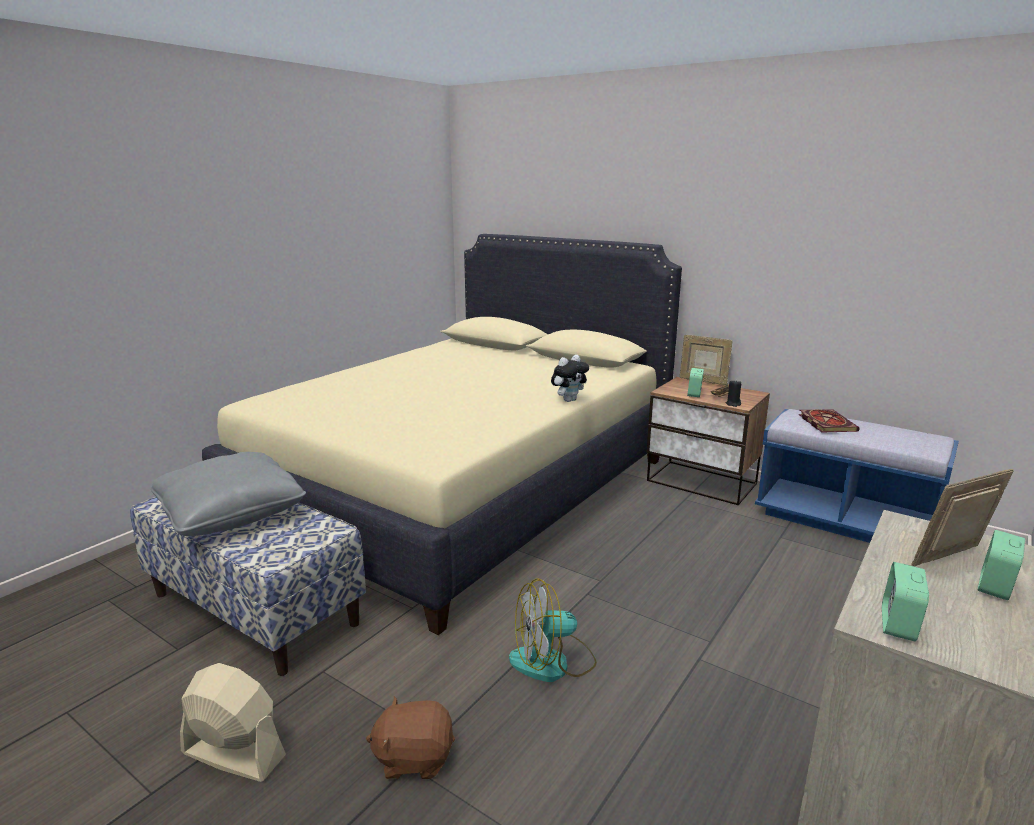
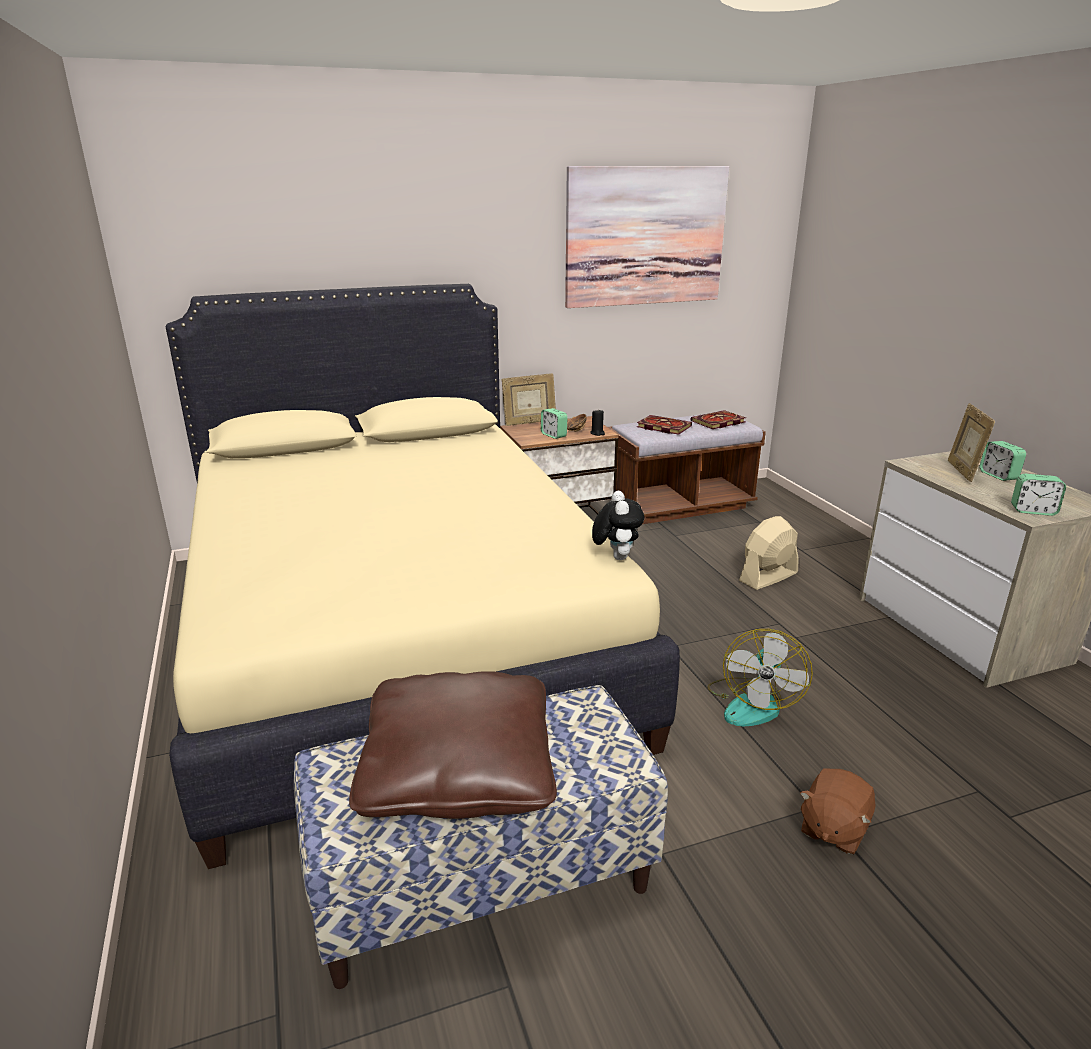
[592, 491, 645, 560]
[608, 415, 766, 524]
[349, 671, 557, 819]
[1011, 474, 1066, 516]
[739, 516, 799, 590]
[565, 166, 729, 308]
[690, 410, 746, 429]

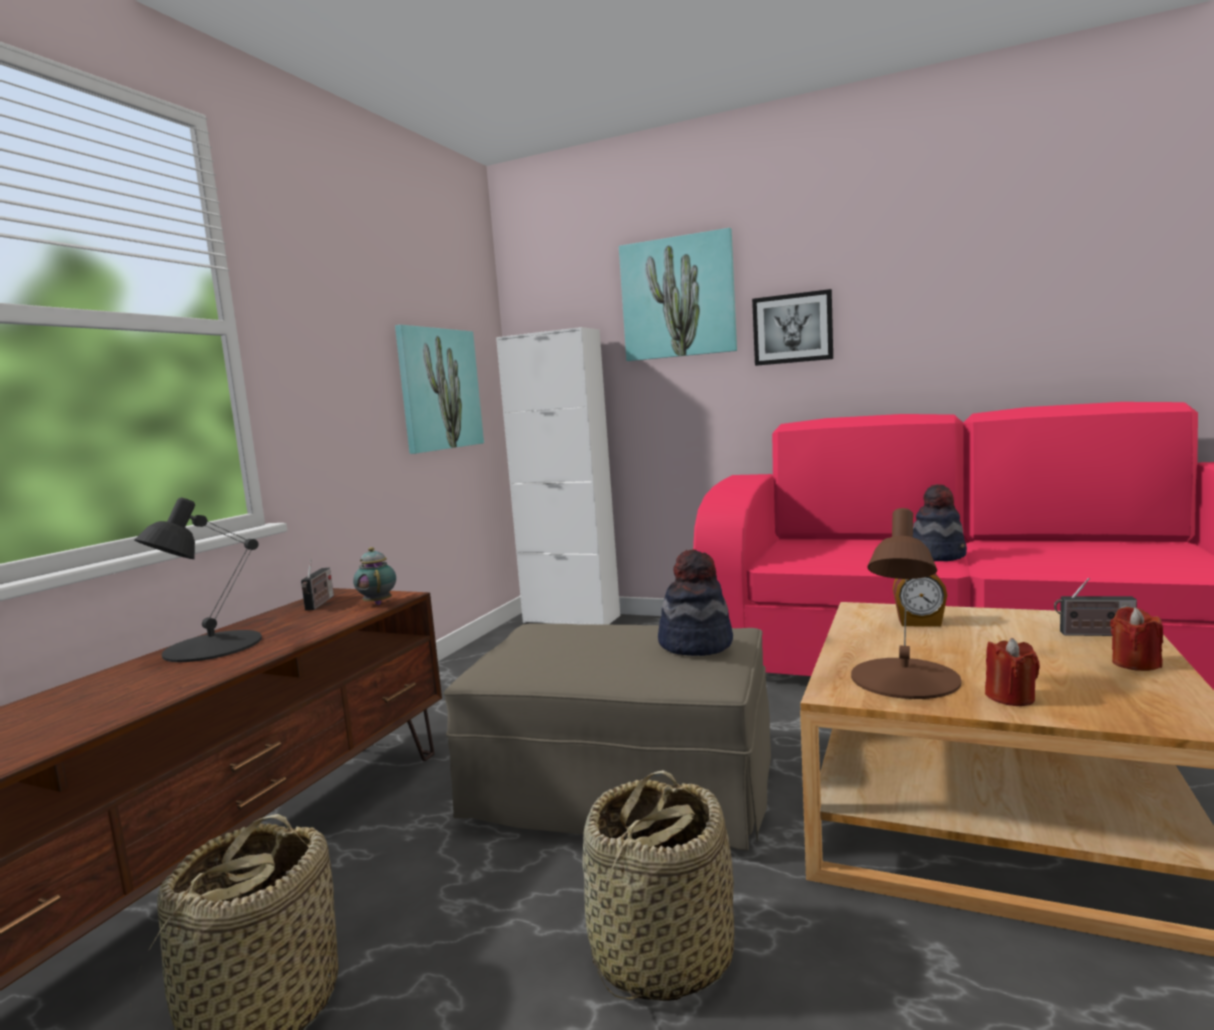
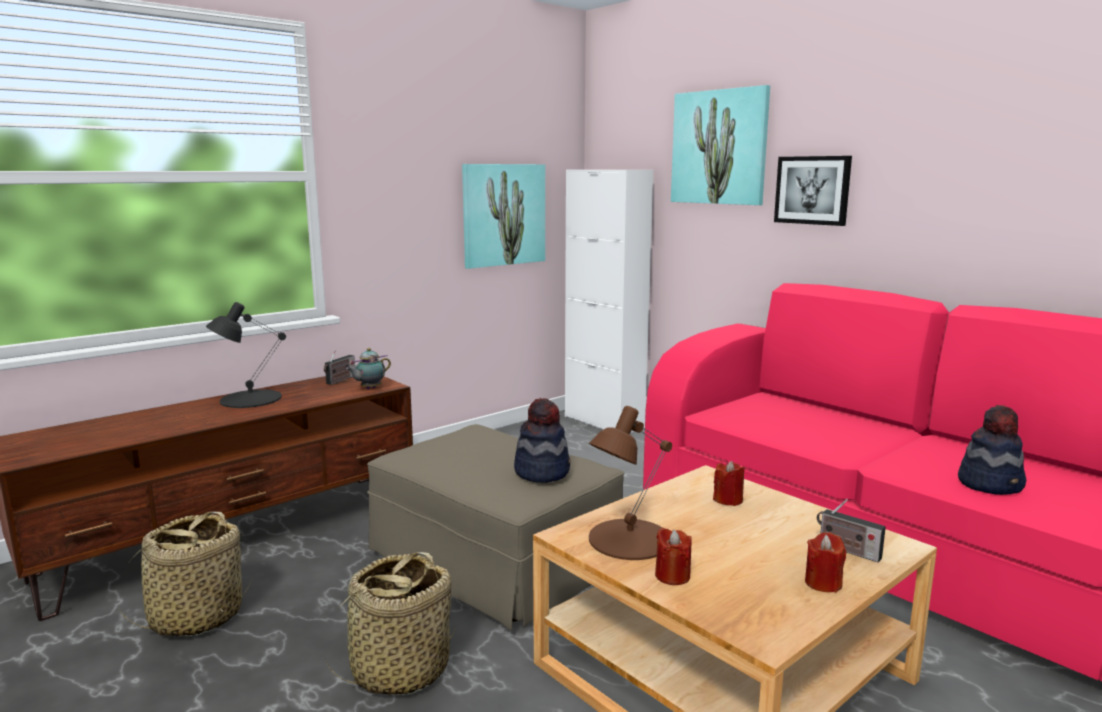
[958, 405, 1026, 495]
[346, 348, 391, 389]
[713, 461, 745, 506]

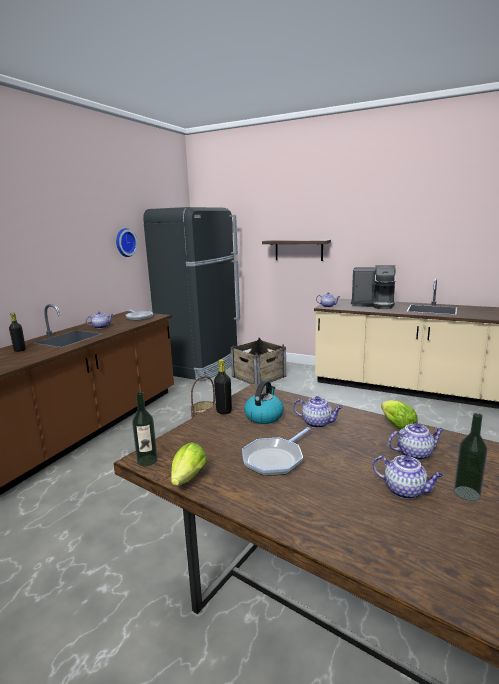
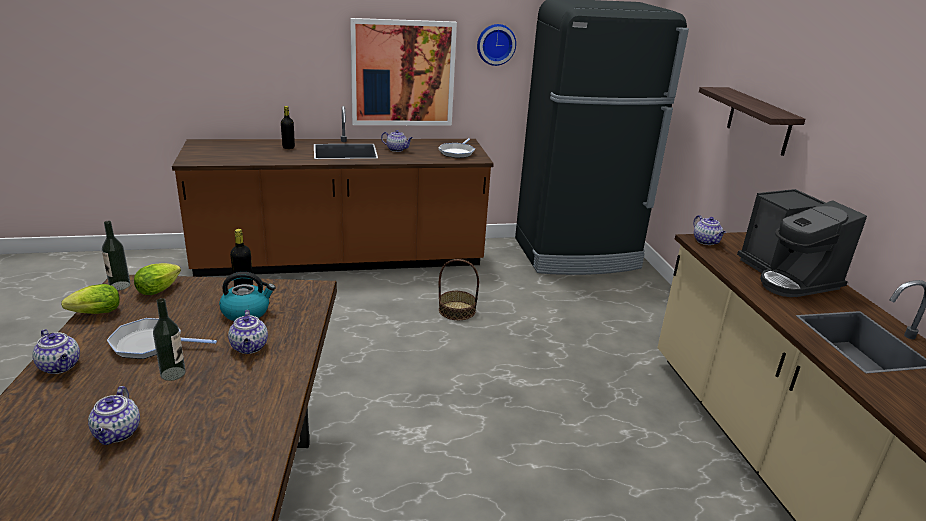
[231, 338, 286, 385] (first image)
[134, 263, 181, 295]
[153, 298, 186, 381]
[32, 329, 80, 374]
[350, 18, 457, 125]

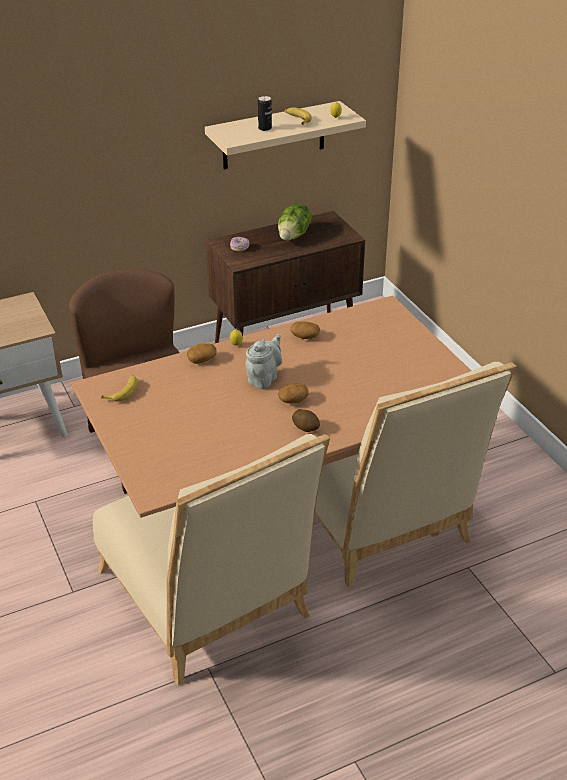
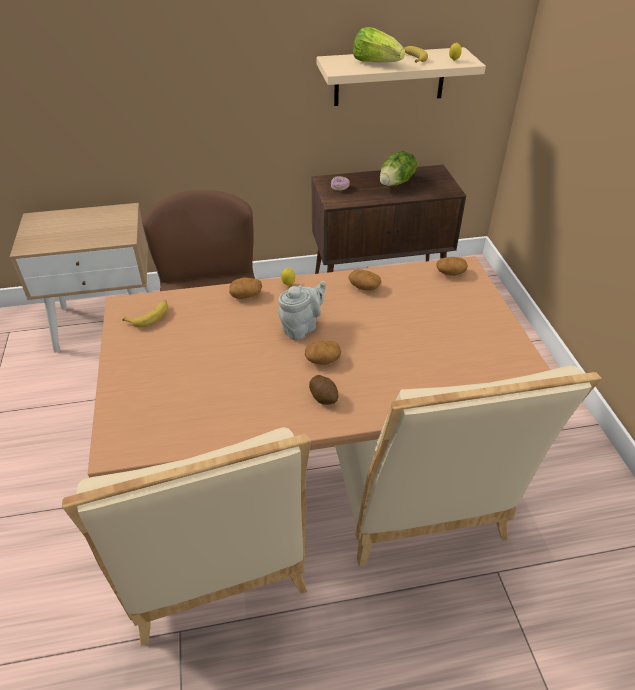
[353, 27, 405, 62]
[436, 257, 468, 276]

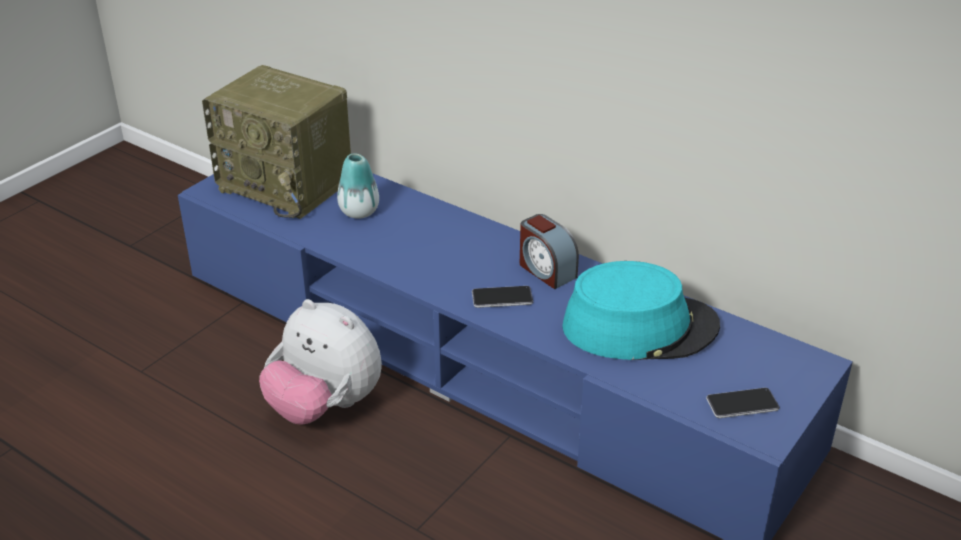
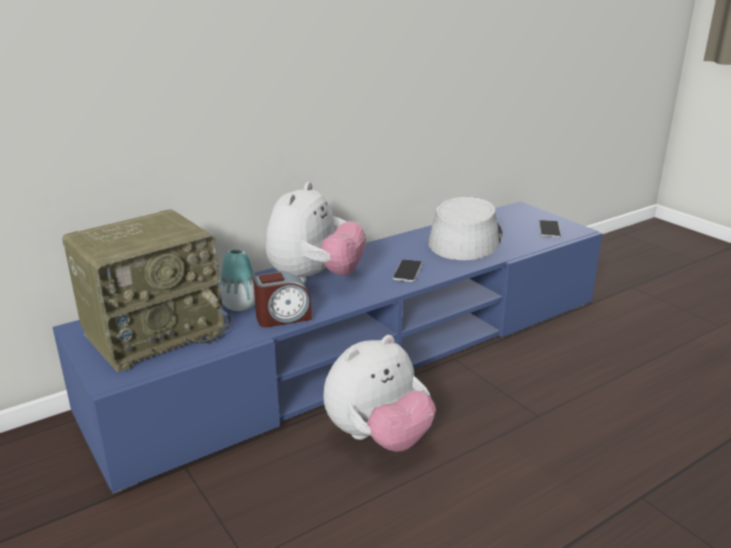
[253, 271, 312, 327]
[428, 197, 502, 260]
[266, 182, 366, 283]

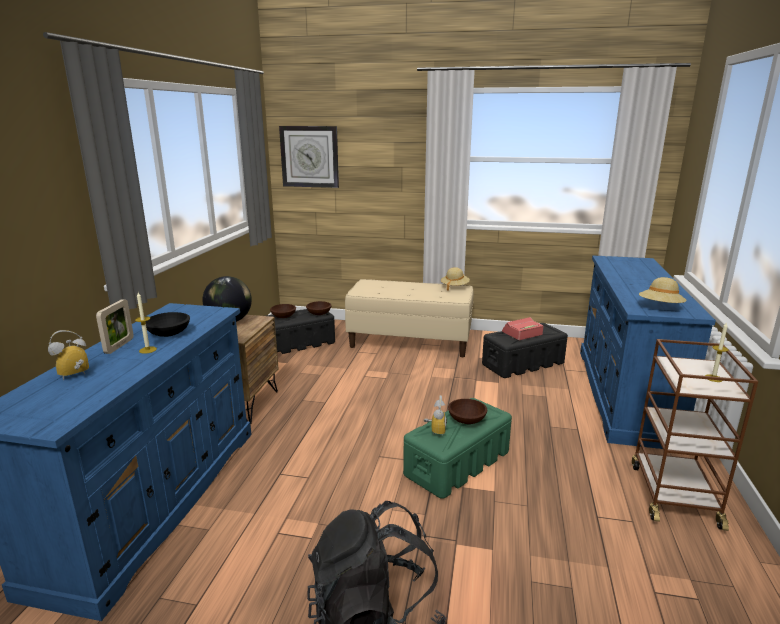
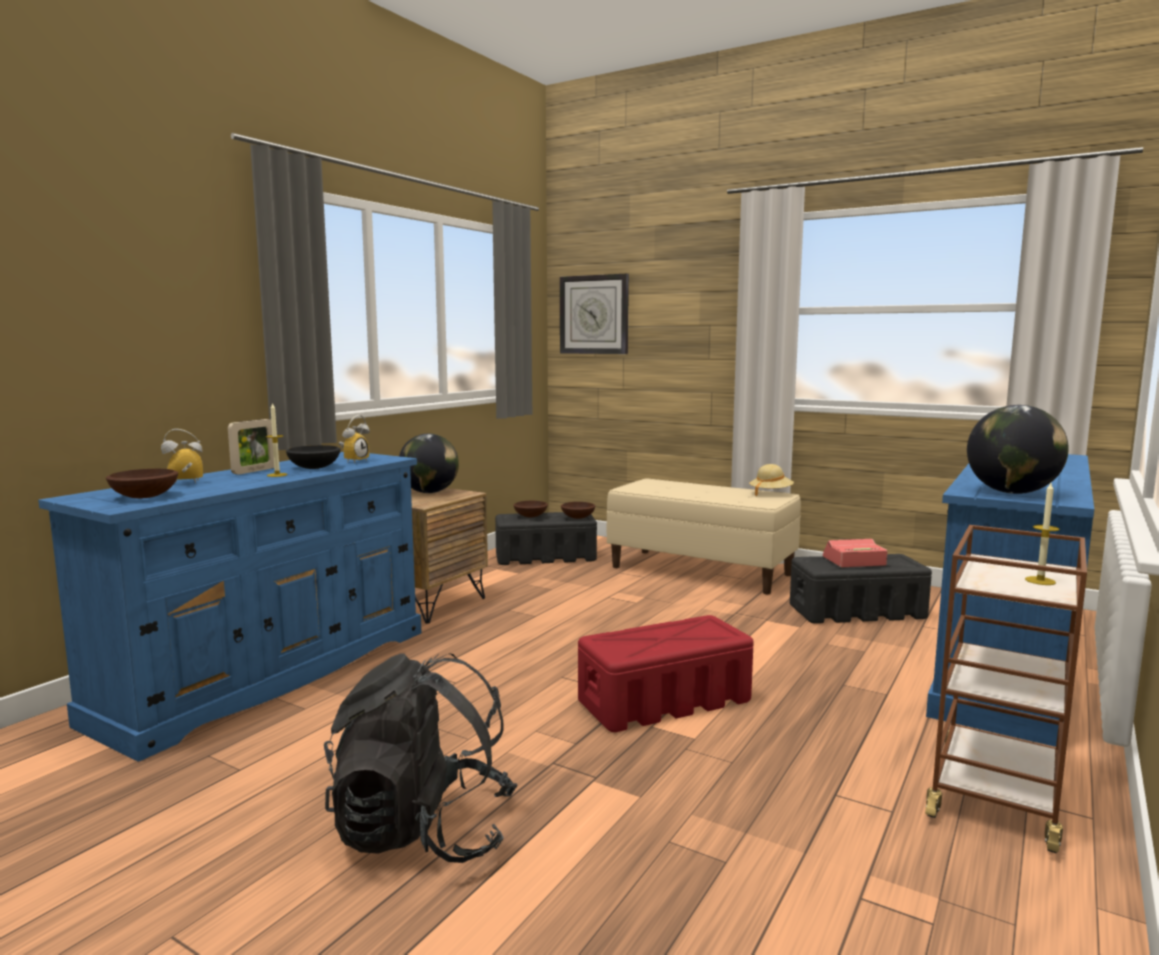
[967, 405, 1069, 494]
[338, 415, 370, 463]
[578, 615, 754, 732]
[106, 469, 178, 499]

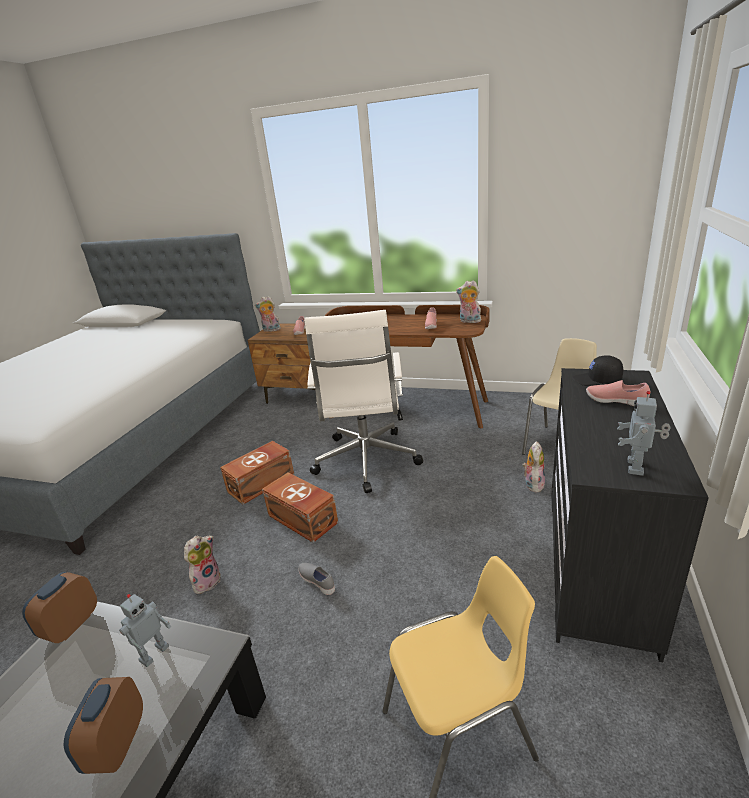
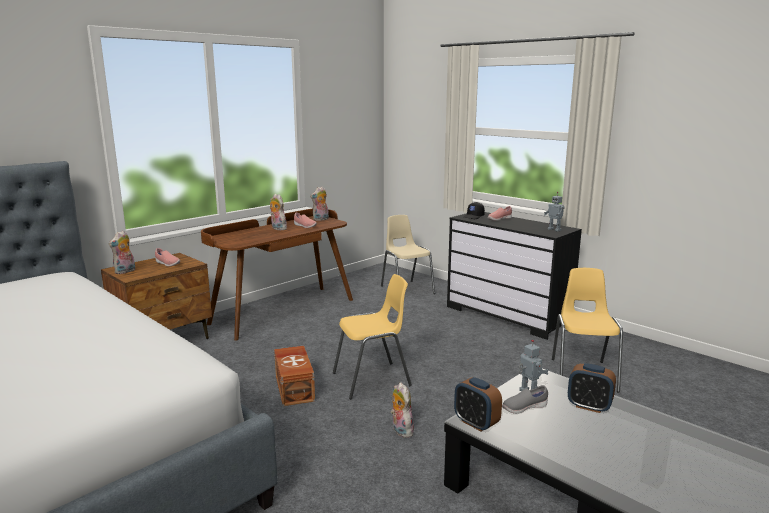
[304, 310, 423, 493] (first image)
[270, 194, 287, 230]
[333, 274, 412, 399]
[502, 385, 548, 414]

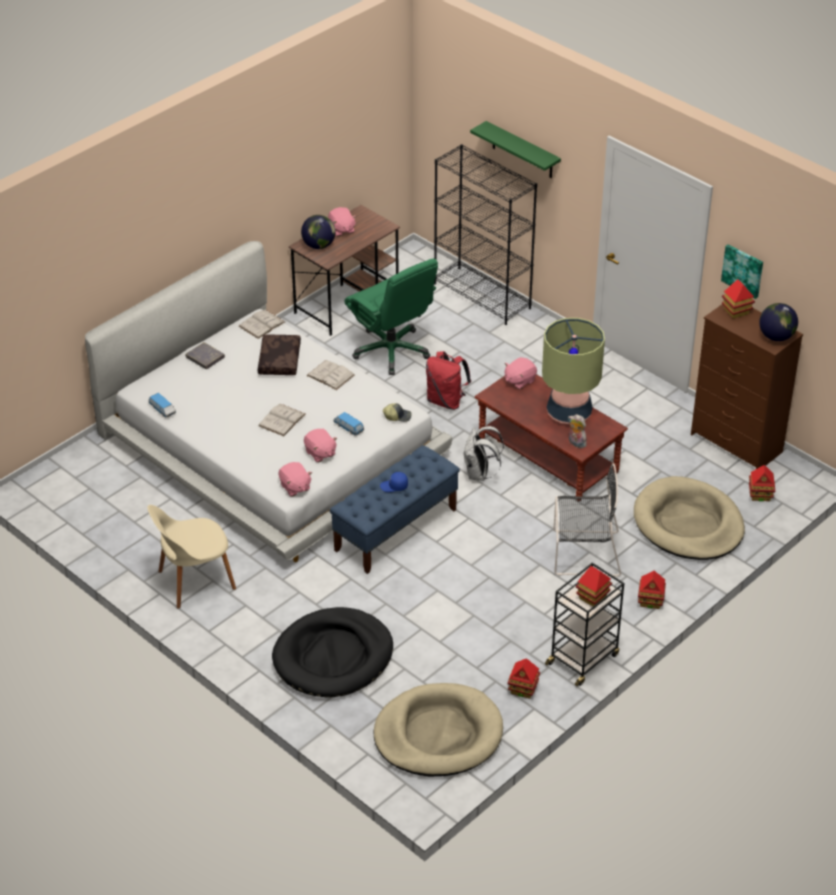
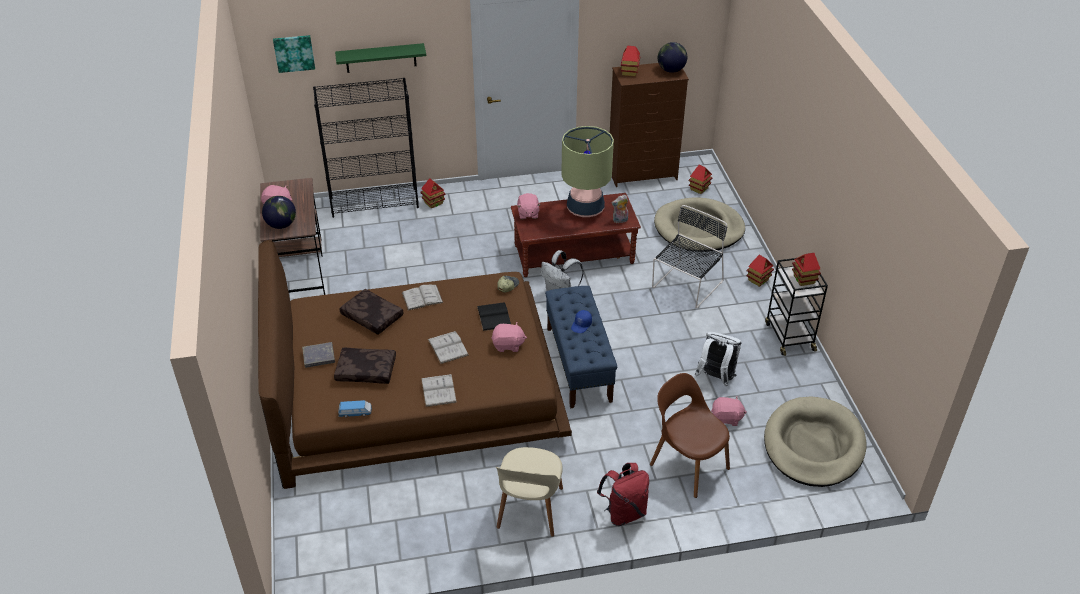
[258, 240, 572, 489]
[273, 35, 315, 73]
[345, 259, 438, 375] (first image)
[421, 374, 457, 407]
[597, 463, 649, 526]
[477, 302, 511, 331]
[711, 397, 747, 426]
[650, 373, 730, 498]
[420, 178, 445, 208]
[695, 332, 741, 386]
[334, 348, 396, 384]

